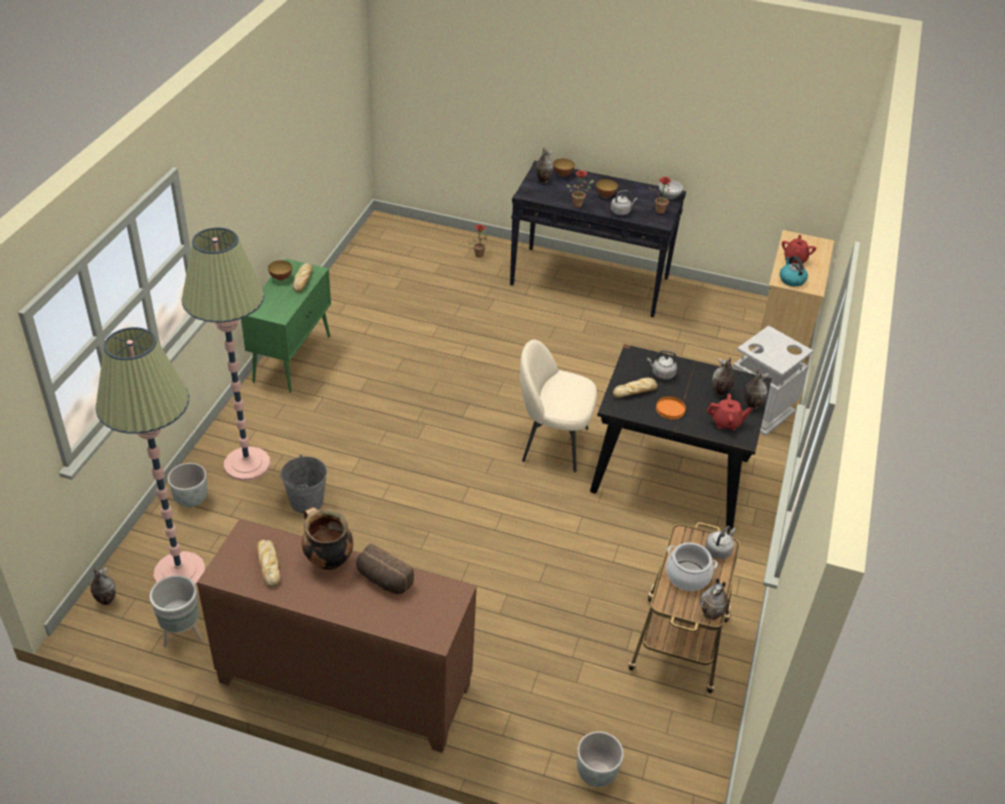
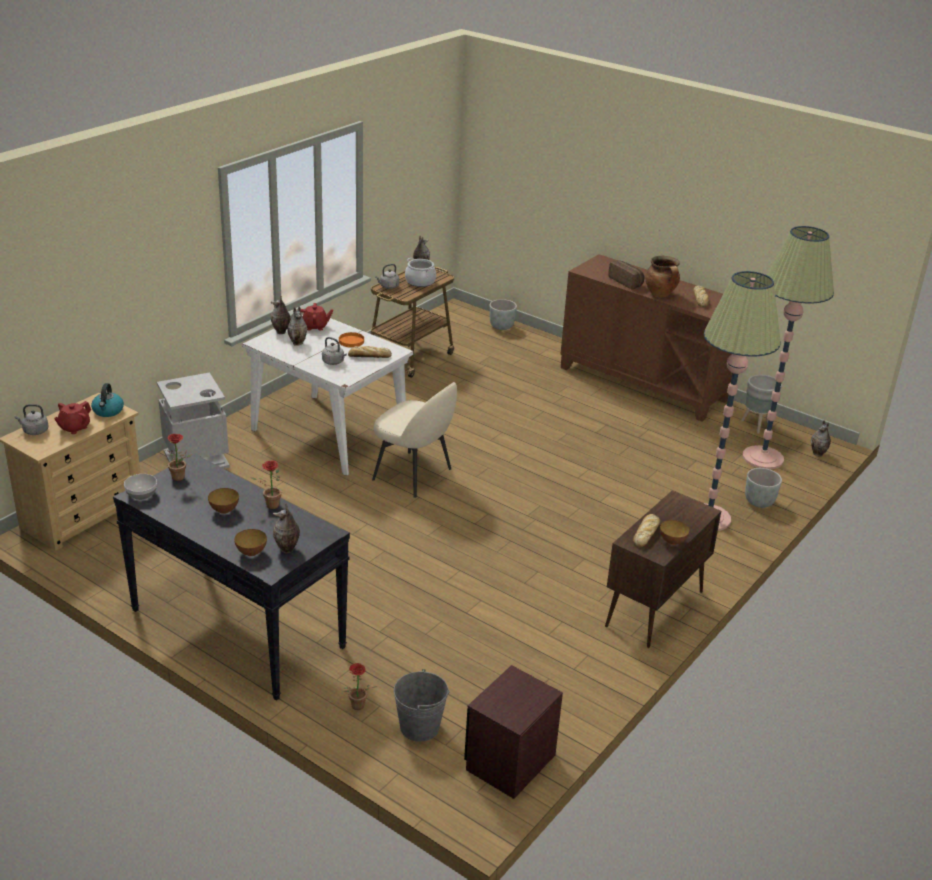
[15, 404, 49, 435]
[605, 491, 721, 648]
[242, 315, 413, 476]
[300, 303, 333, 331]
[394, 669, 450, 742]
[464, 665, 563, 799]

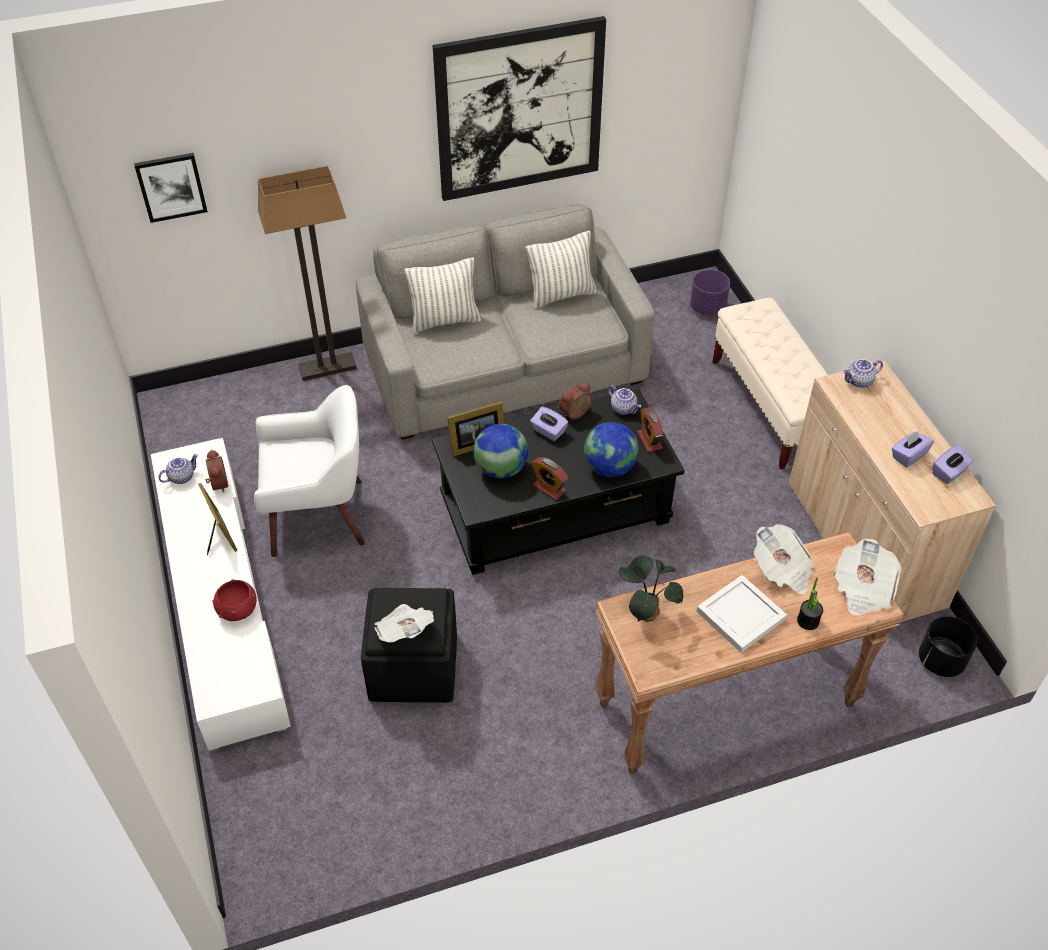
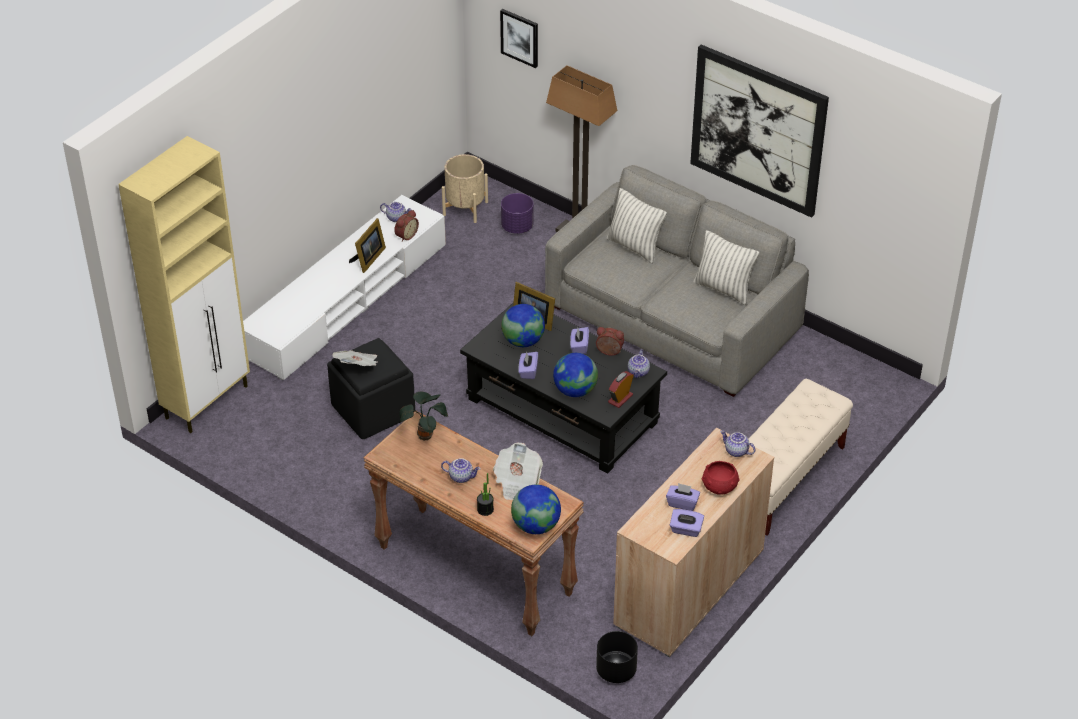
[501, 193, 534, 234]
[254, 385, 365, 557] (first image)
[518, 351, 538, 379]
[511, 484, 561, 534]
[441, 458, 481, 483]
[702, 461, 740, 495]
[118, 136, 250, 433]
[442, 154, 488, 223]

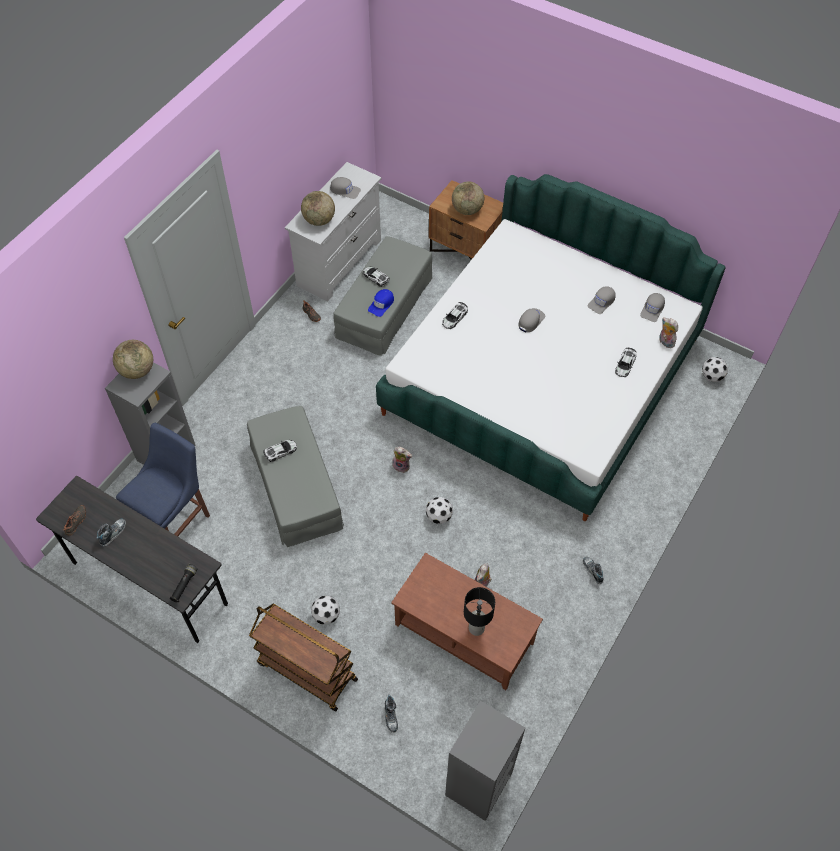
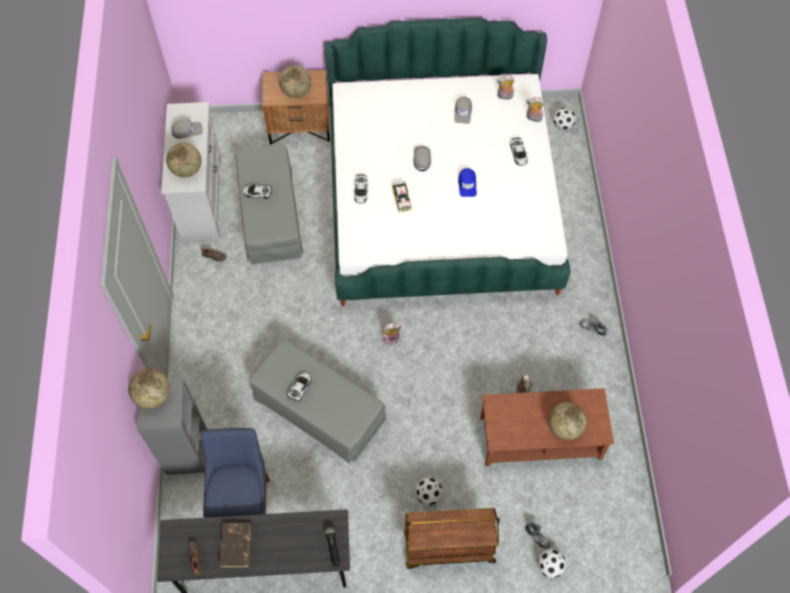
[458, 168, 477, 197]
[497, 75, 515, 100]
[538, 549, 566, 578]
[219, 523, 253, 568]
[549, 402, 587, 440]
[445, 701, 525, 821] (first image)
[392, 181, 412, 212]

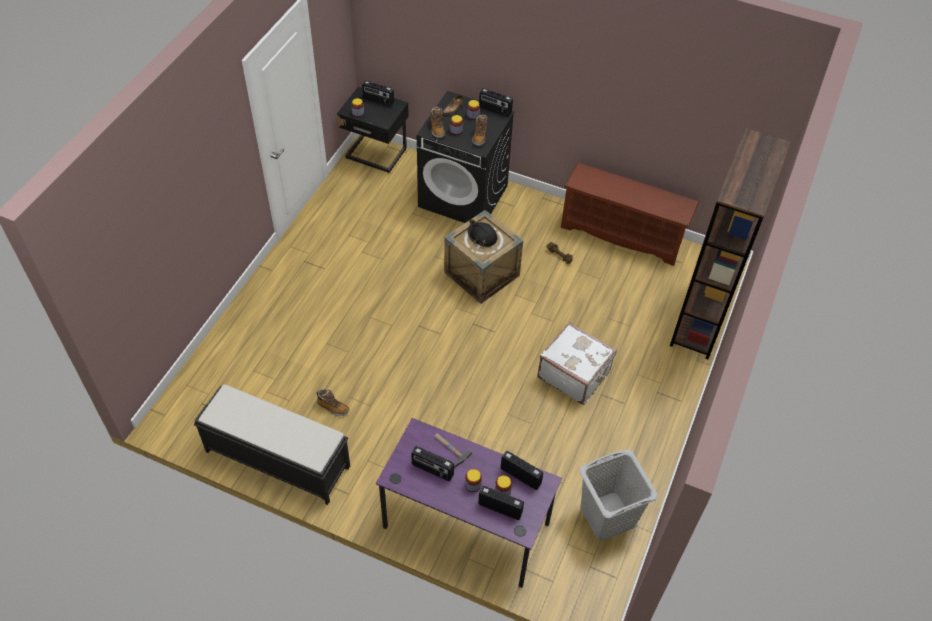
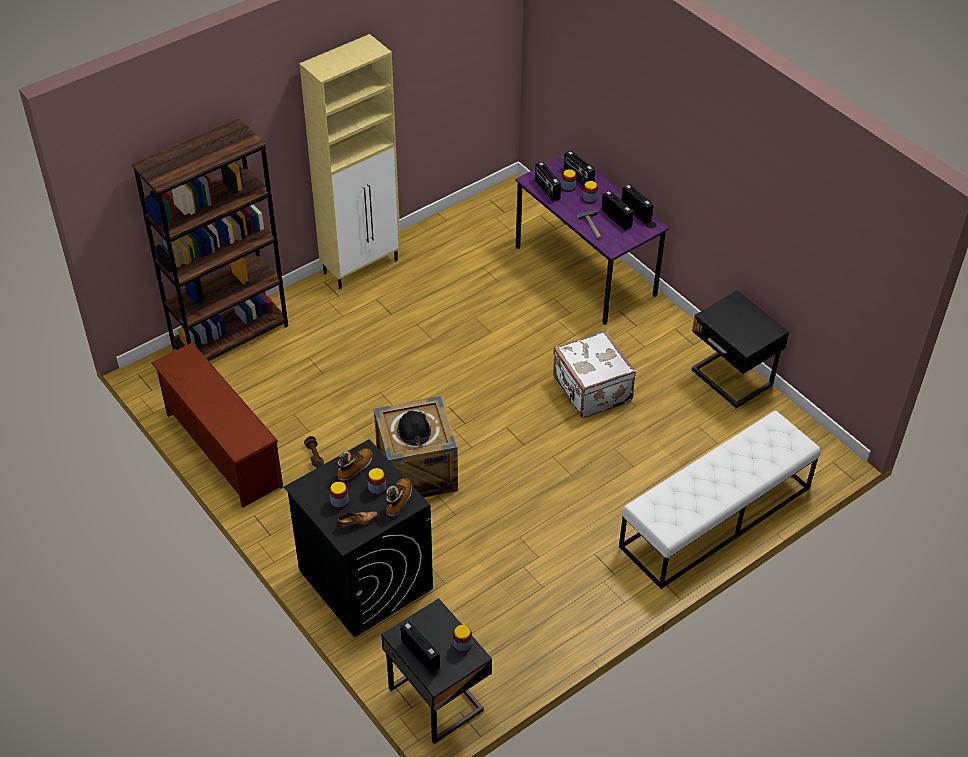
[621, 184, 654, 224]
[553, 330, 636, 418]
[692, 291, 789, 408]
[316, 389, 350, 416] (first image)
[579, 449, 658, 541] (first image)
[299, 34, 401, 289]
[619, 411, 821, 589]

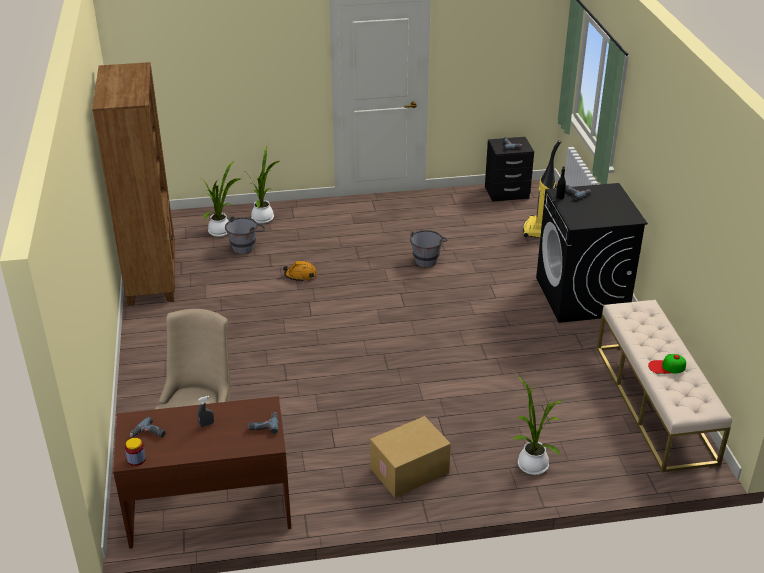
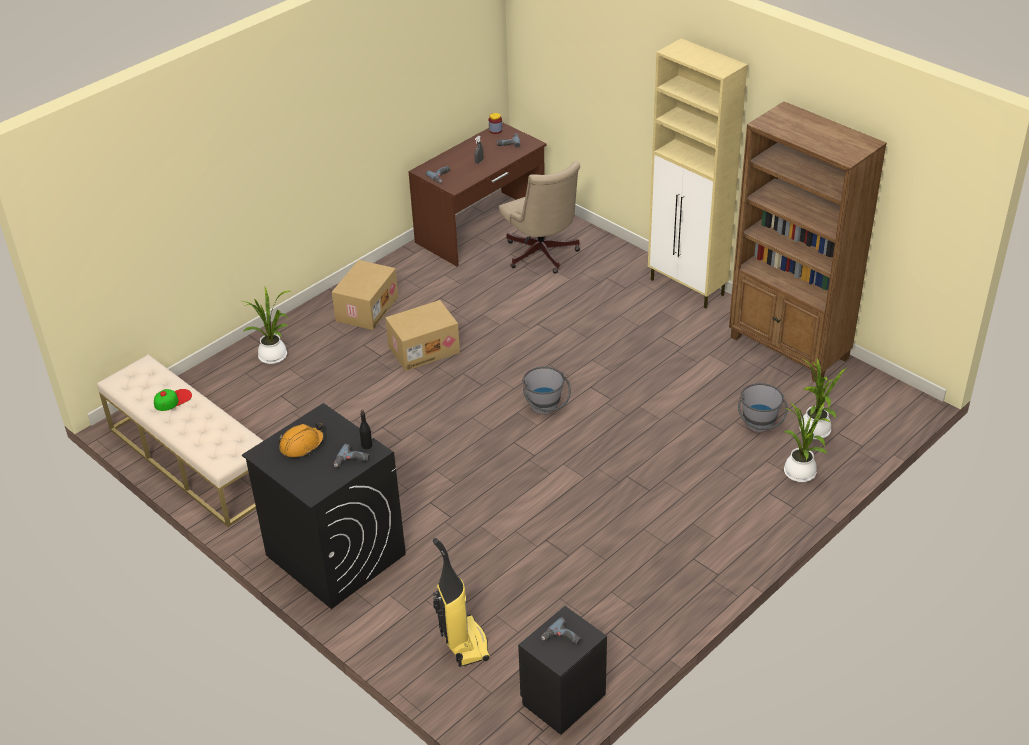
[523, 366, 571, 415]
[278, 423, 324, 458]
[648, 38, 748, 309]
[385, 300, 460, 371]

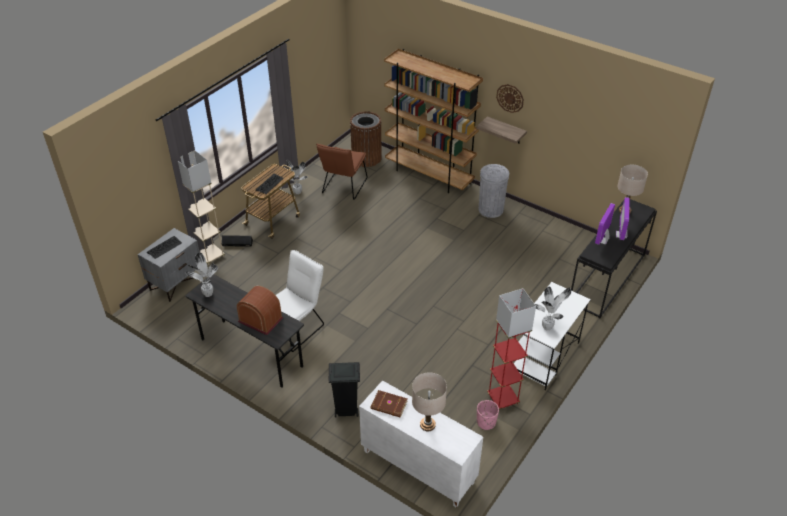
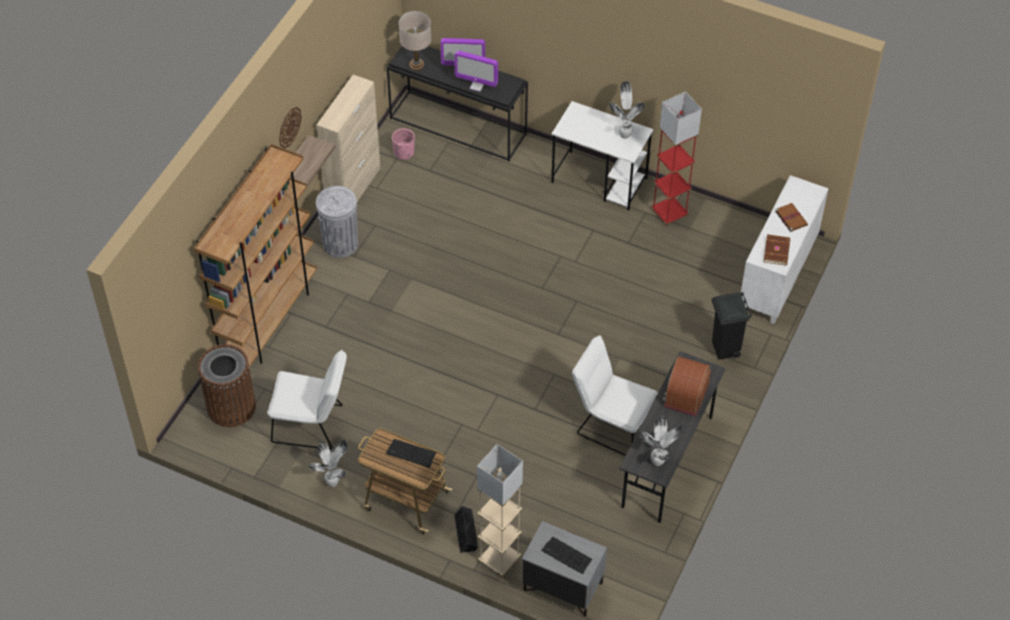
[267, 349, 347, 450]
[775, 203, 808, 232]
[392, 128, 415, 160]
[316, 75, 380, 202]

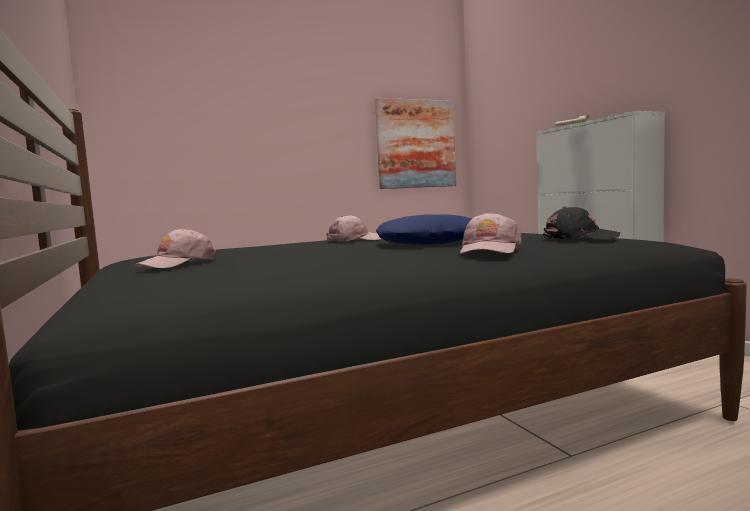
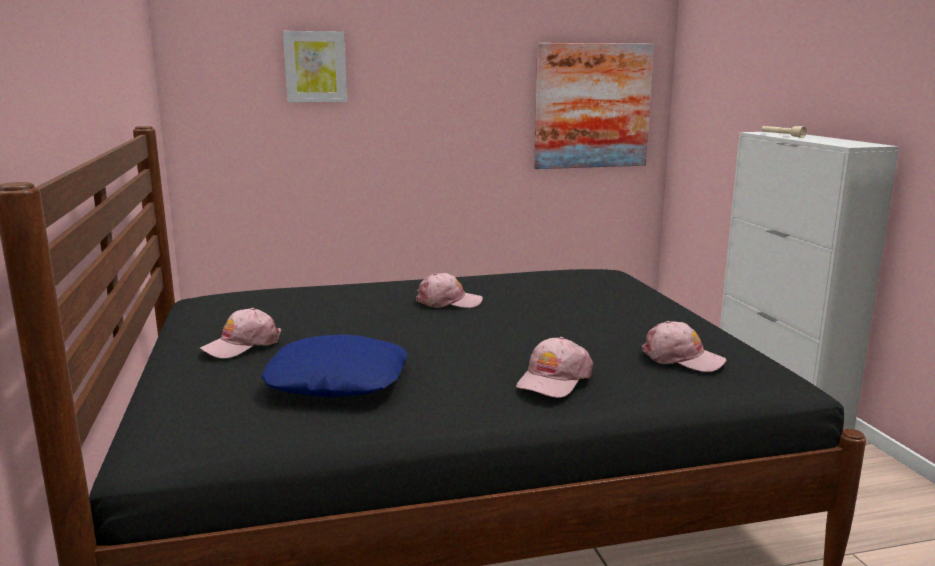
[642, 321, 727, 372]
[261, 335, 407, 397]
[283, 31, 347, 102]

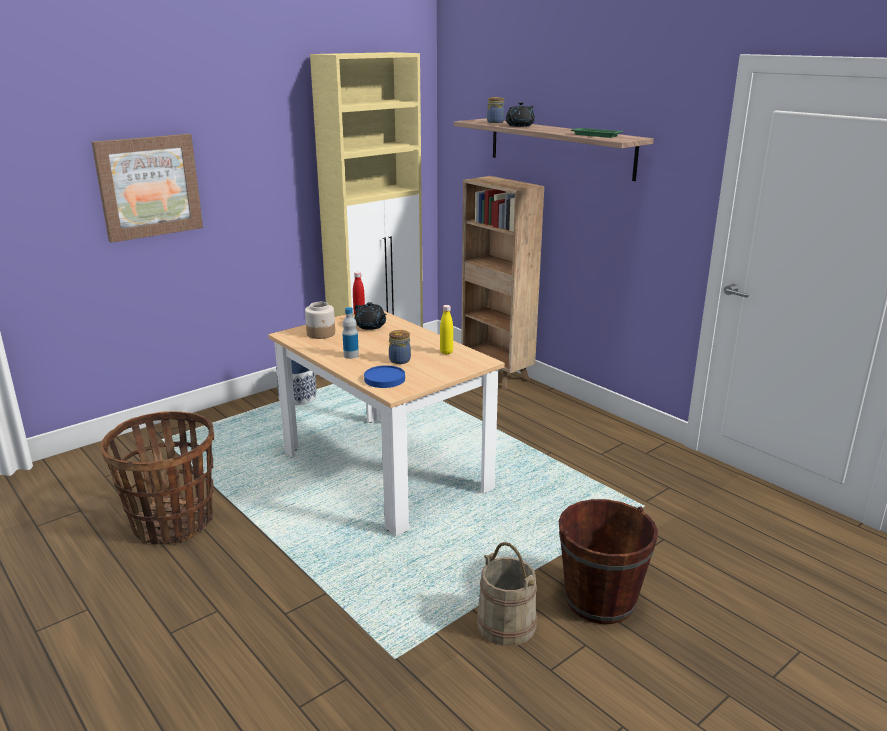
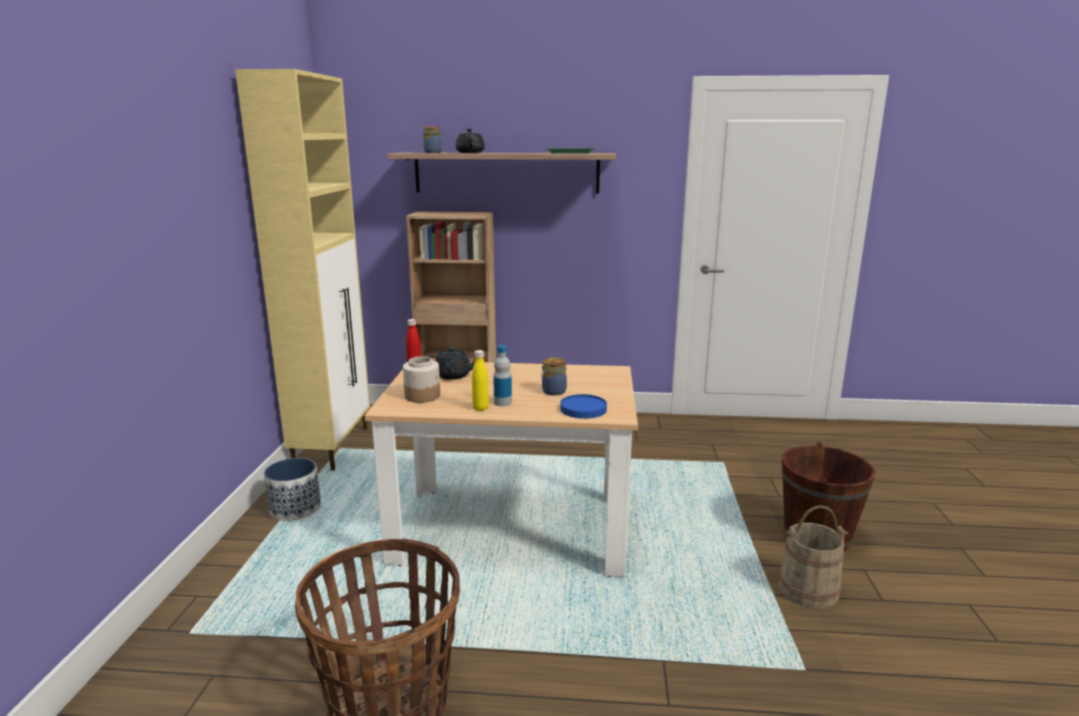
[91, 134, 203, 243] (first image)
[472, 350, 489, 411]

